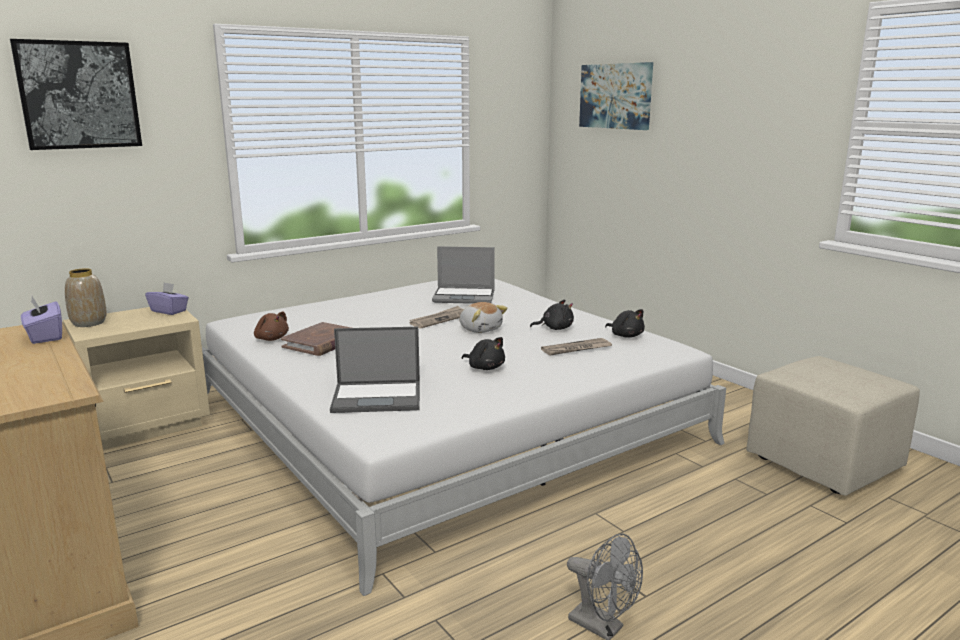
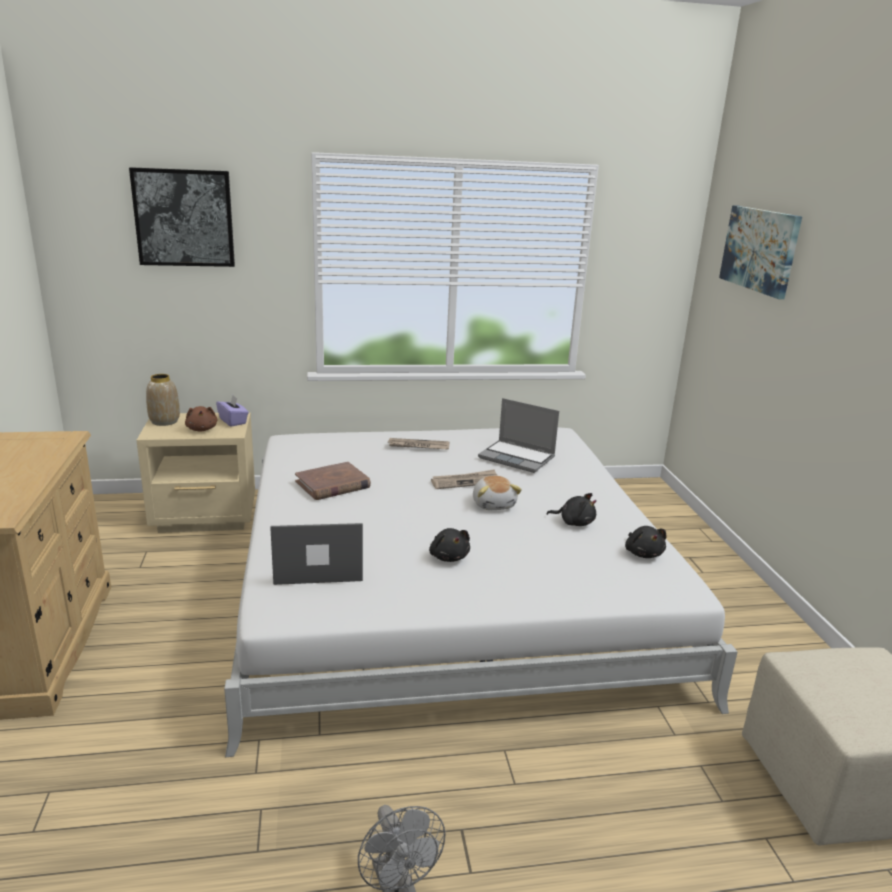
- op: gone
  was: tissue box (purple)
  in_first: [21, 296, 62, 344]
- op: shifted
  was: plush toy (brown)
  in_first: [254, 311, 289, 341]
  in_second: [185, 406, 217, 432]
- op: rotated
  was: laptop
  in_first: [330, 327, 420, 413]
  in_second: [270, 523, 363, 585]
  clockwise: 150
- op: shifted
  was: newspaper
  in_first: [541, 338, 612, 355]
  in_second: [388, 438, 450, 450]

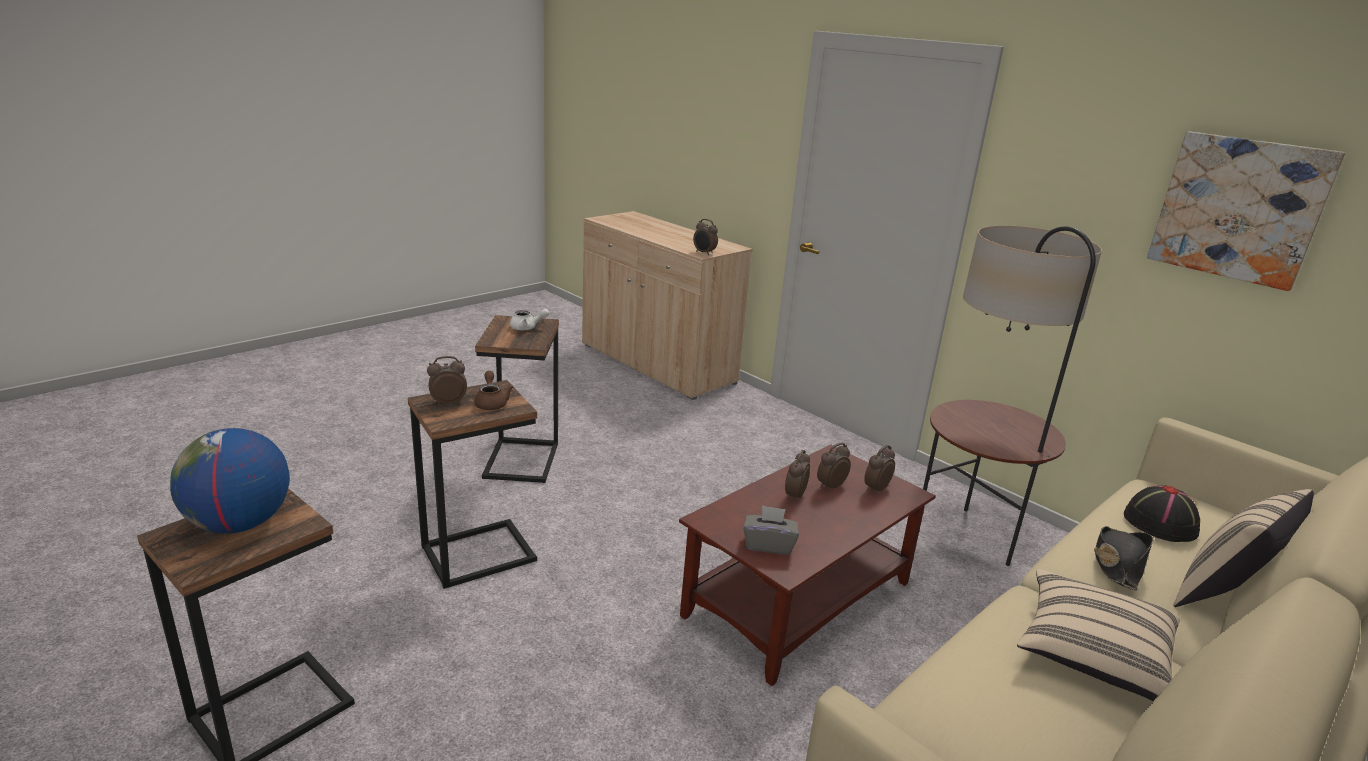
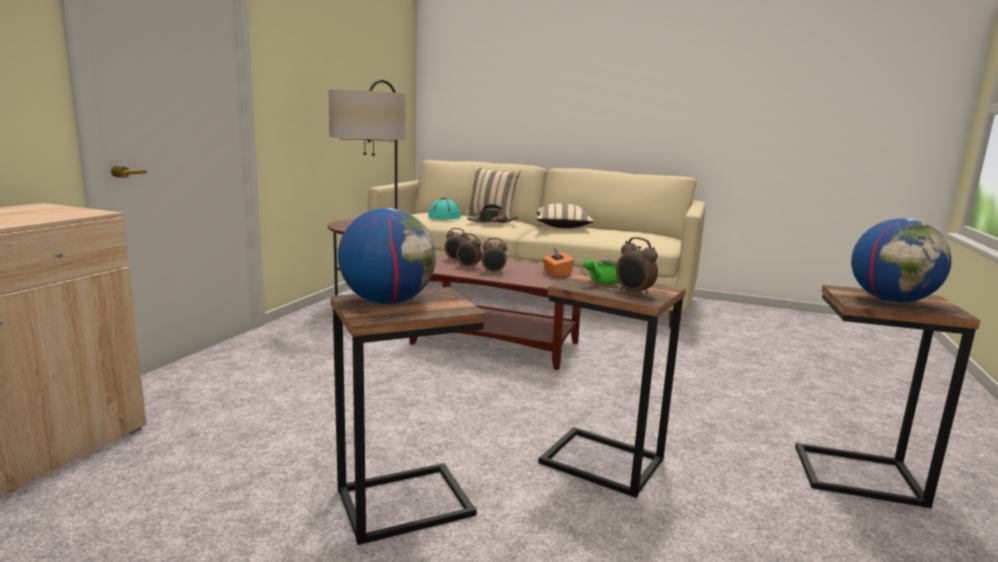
- op: gone
  was: picture
  in_first: [1147, 132, 1345, 291]
- op: gone
  was: alarm clock
  in_first: [693, 219, 718, 255]
- op: swapped
  was: teapot (white)
  now: globe
  in_first: [510, 309, 549, 330]
  in_second: [338, 208, 436, 305]
- op: repainted
  was: teapot (brown)
  now: teapot (green)
  in_first: [474, 371, 514, 410]
  in_second: [584, 258, 619, 284]
- op: repainted
  was: hat (black)
  now: hat (turquoise)
  in_first: [1124, 486, 1200, 542]
  in_second: [428, 198, 461, 219]
- op: repainted
  was: tissue box (grey)
  now: tissue box (orange)
  in_first: [743, 505, 799, 555]
  in_second: [542, 248, 574, 277]

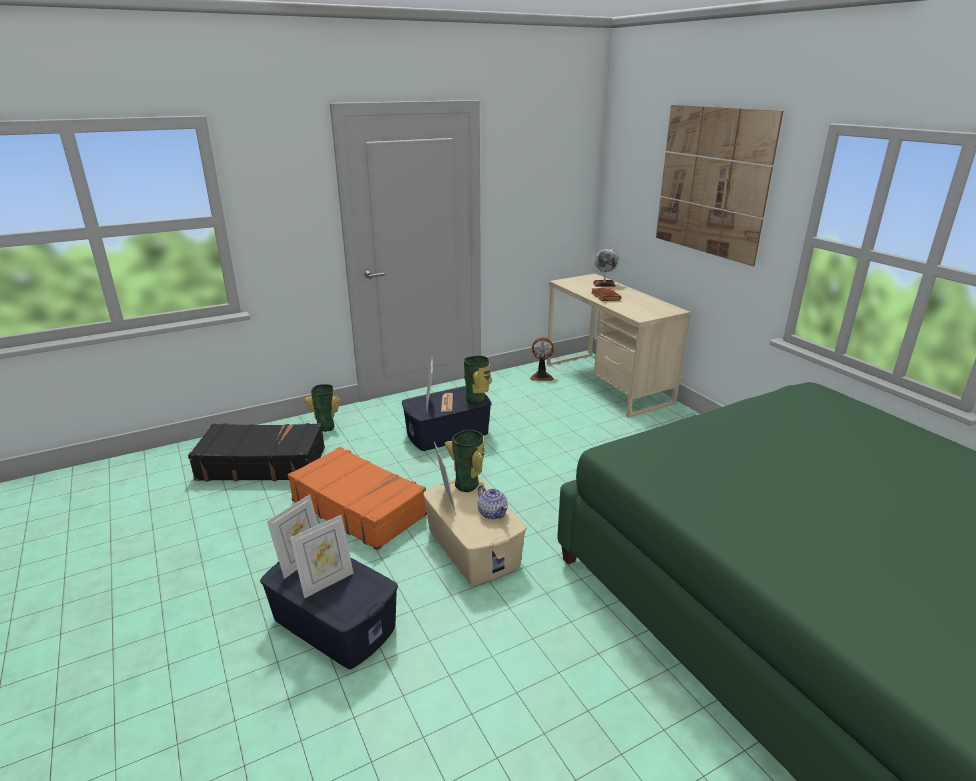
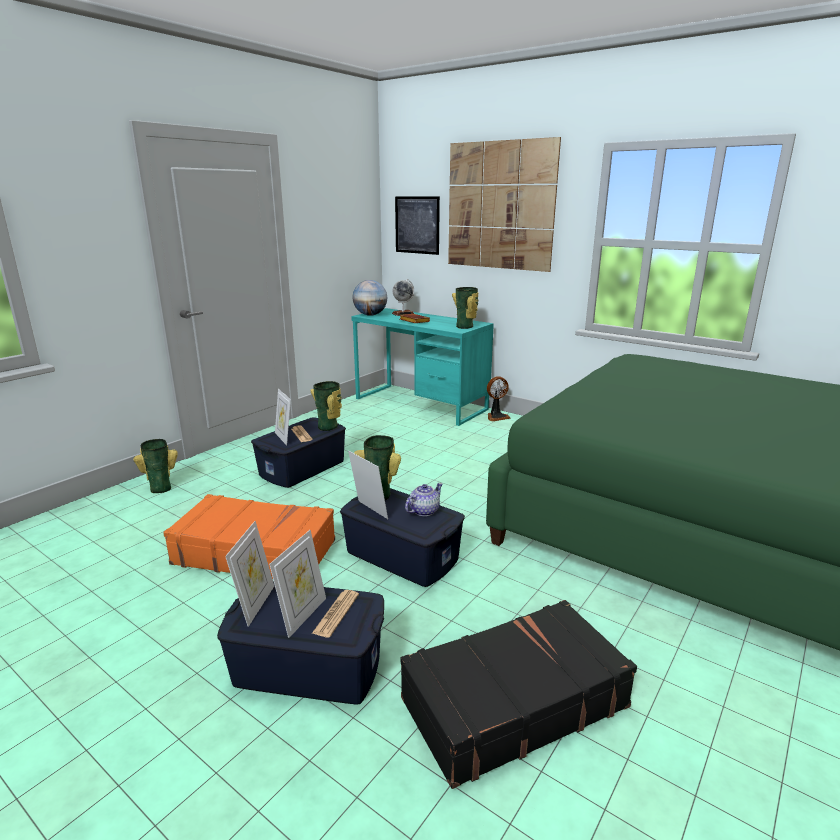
- op: repainted
  was: desk (beige)
  now: desk (turquoise)
  in_first: [547, 274, 690, 418]
  in_second: [351, 308, 494, 426]
- op: shifted
  was: fan
  in_first: [530, 337, 554, 381]
  in_second: [487, 376, 511, 421]
- op: shifted
  was: suitcase (black)
  in_first: [188, 423, 325, 482]
  in_second: [401, 600, 637, 789]
- op: repainted
  was: storage box (beige)
  now: storage box (blue)
  in_first: [423, 477, 527, 585]
  in_second: [340, 488, 465, 587]
- op: rotated
  was: teapot
  in_first: [478, 485, 508, 519]
  in_second: [405, 483, 443, 516]
  clockwise: -75
- op: new
  now: picture
  in_second: [395, 196, 440, 255]
- op: new
  now: globe
  in_second: [352, 280, 387, 316]
- op: new
  now: vase
  in_second: [452, 287, 479, 329]
- op: new
  now: newspaper
  in_second: [312, 590, 359, 638]

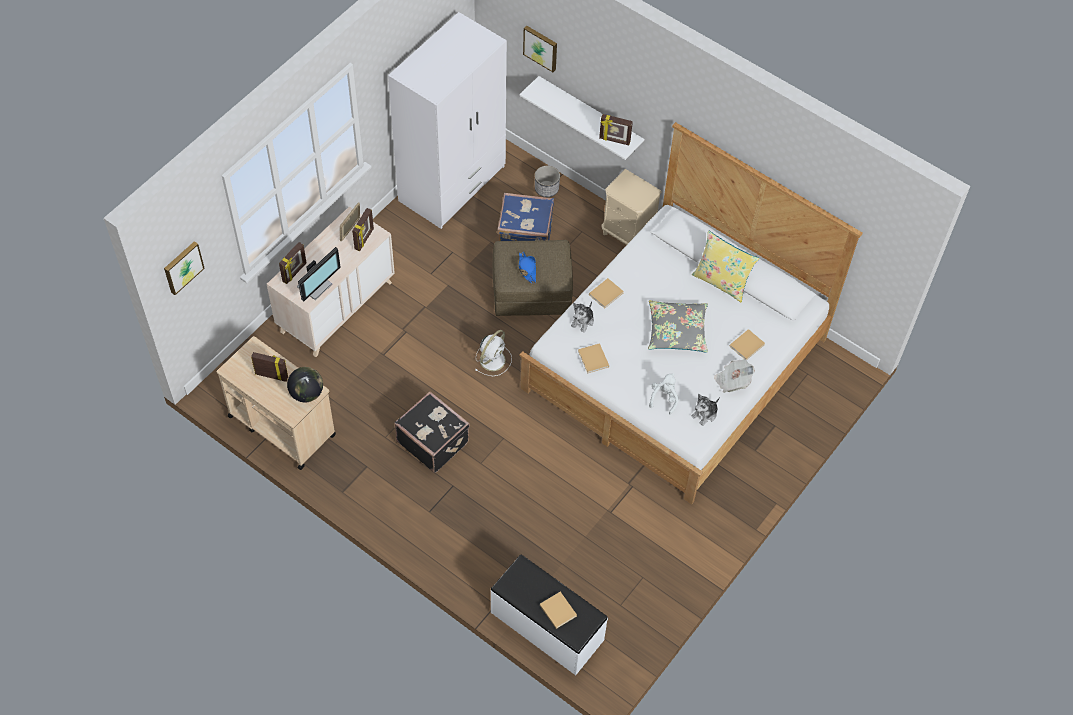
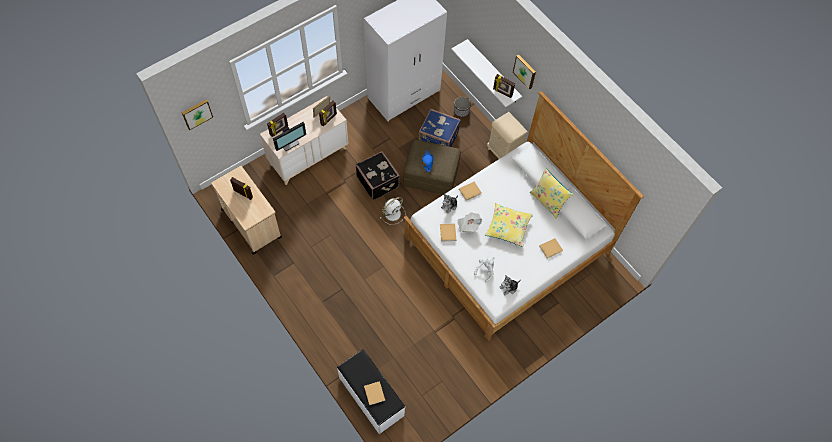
- op: shifted
  was: picture
  in_first: [523, 26, 557, 72]
  in_second: [513, 54, 536, 90]
- op: repainted
  was: pillow (grey)
  now: pillow (yellow)
  in_first: [648, 301, 708, 353]
  in_second: [485, 203, 533, 247]
- op: shifted
  was: newspaper
  in_first: [714, 359, 755, 393]
  in_second: [457, 213, 482, 232]
- op: gone
  was: globe
  in_first: [287, 367, 323, 402]
- op: shifted
  was: suitcase (black)
  in_first: [394, 391, 470, 473]
  in_second: [356, 151, 400, 200]

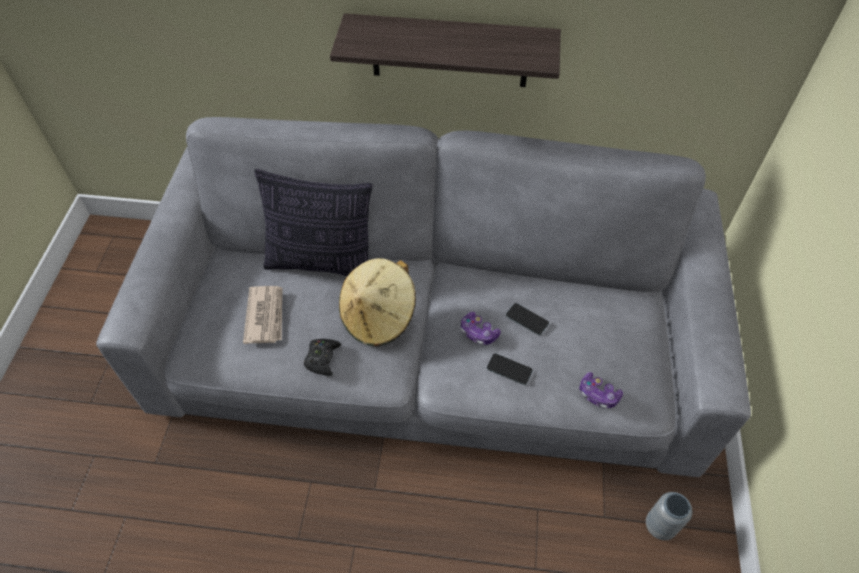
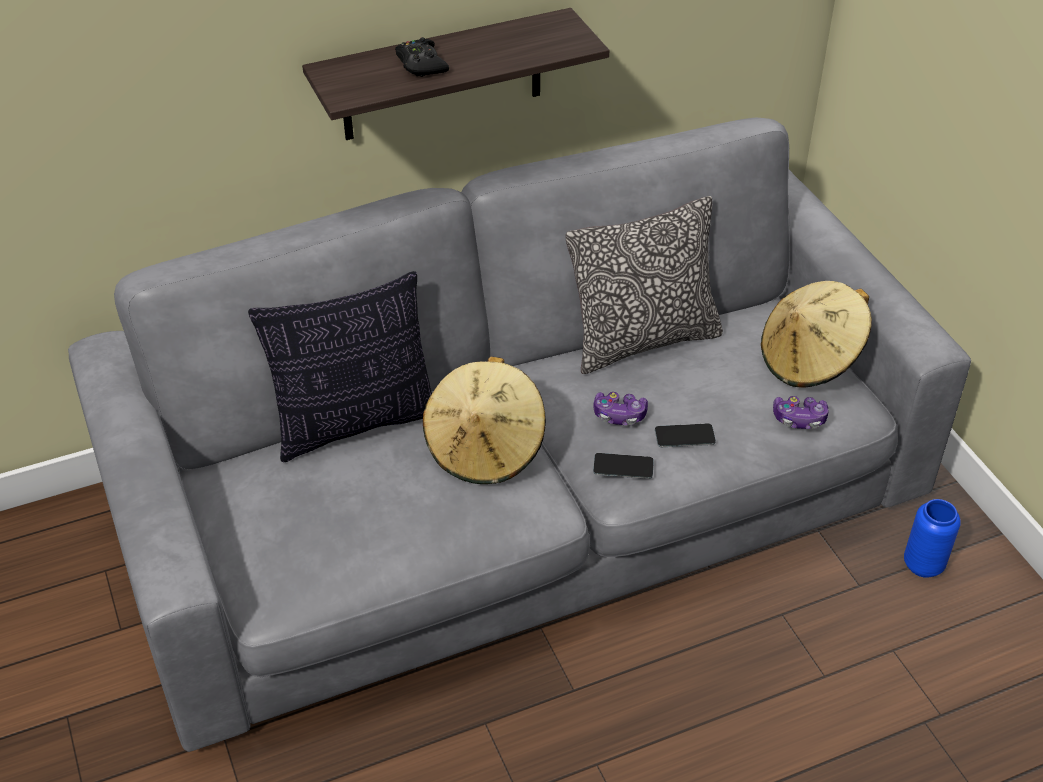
- op: gone
  was: newspaper
  in_first: [243, 286, 283, 344]
- op: shifted
  was: phone
  in_first: [506, 303, 549, 335]
  in_second: [593, 453, 654, 479]
- op: shifted
  was: game controller (black)
  in_first: [304, 339, 341, 376]
  in_second: [395, 37, 449, 77]
- op: repainted
  was: vase (grey)
  now: vase (blue)
  in_first: [646, 492, 692, 540]
  in_second: [904, 499, 961, 578]
- op: new
  now: pillow
  in_second: [566, 196, 723, 374]
- op: new
  now: hat (beige)
  in_second: [761, 281, 872, 388]

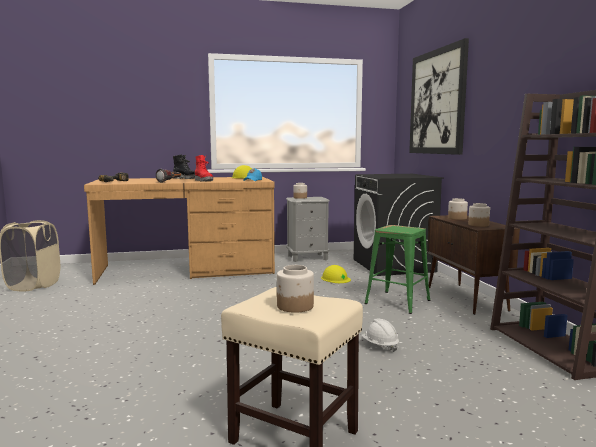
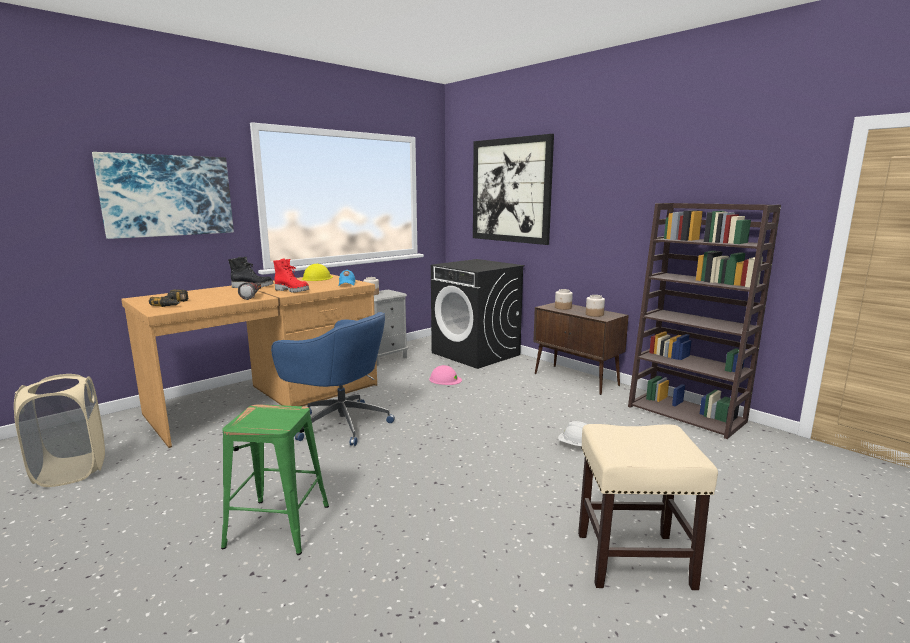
- op: shifted
  was: stool (green)
  in_first: [365, 225, 430, 314]
  in_second: [221, 404, 329, 555]
- op: gone
  was: jar
  in_first: [277, 265, 314, 313]
- op: repainted
  was: hard hat (yellow)
  now: hard hat (pink)
  in_first: [321, 265, 351, 283]
  in_second: [429, 365, 462, 385]
- op: new
  now: picture
  in_second: [92, 152, 234, 239]
- op: new
  now: office chair (blue)
  in_second: [271, 312, 395, 446]

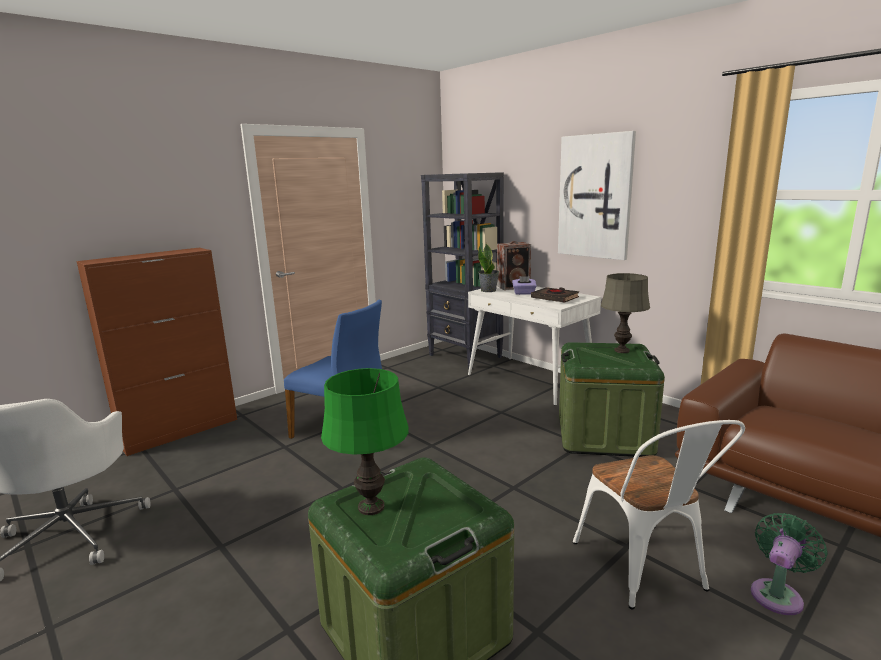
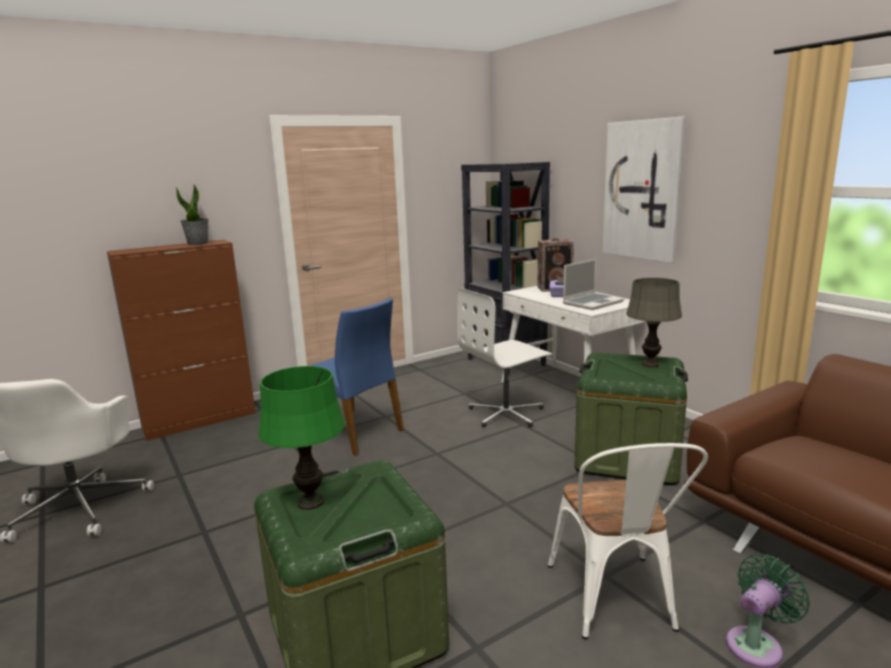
- op: shifted
  was: potted plant
  in_first: [478, 243, 499, 292]
  in_second: [176, 184, 209, 245]
- op: swapped
  was: book (black)
  now: laptop
  in_first: [531, 287, 579, 303]
  in_second: [563, 259, 624, 310]
- op: new
  now: office chair (white)
  in_second: [457, 288, 552, 427]

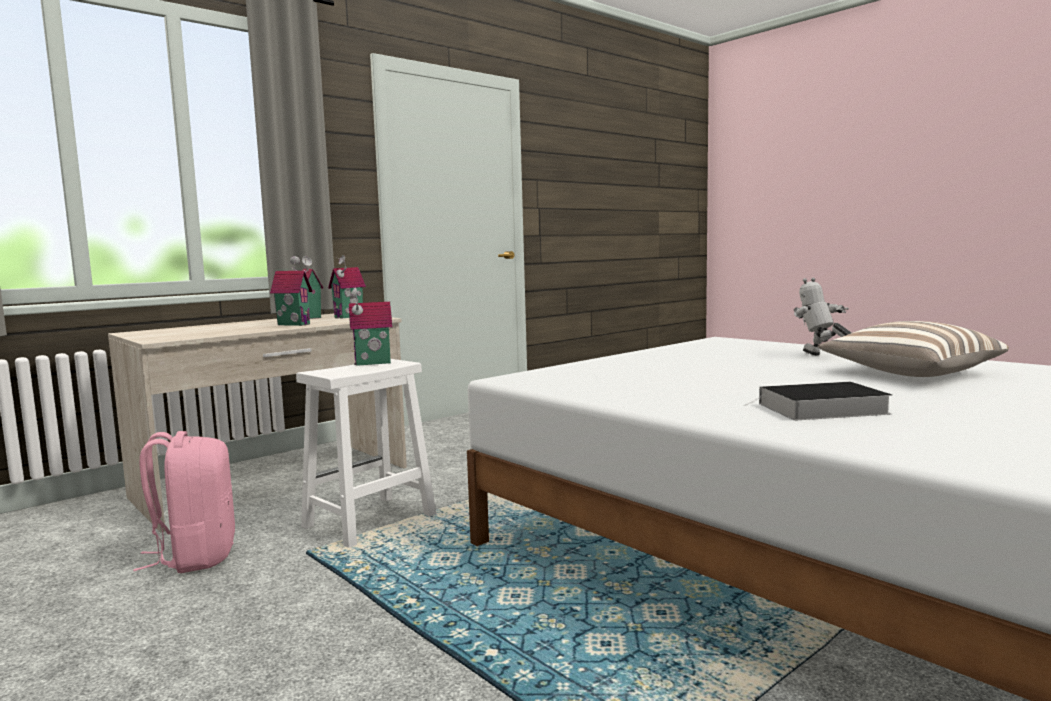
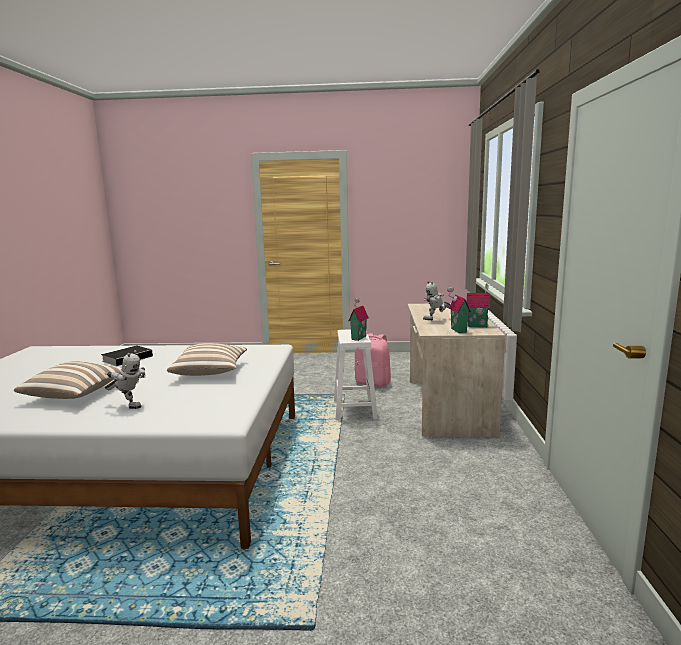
- op: swapped
  was: toy house
  now: toy robot
  in_first: [270, 256, 313, 326]
  in_second: [423, 281, 450, 320]
- op: new
  now: pillow
  in_second: [167, 343, 247, 376]

